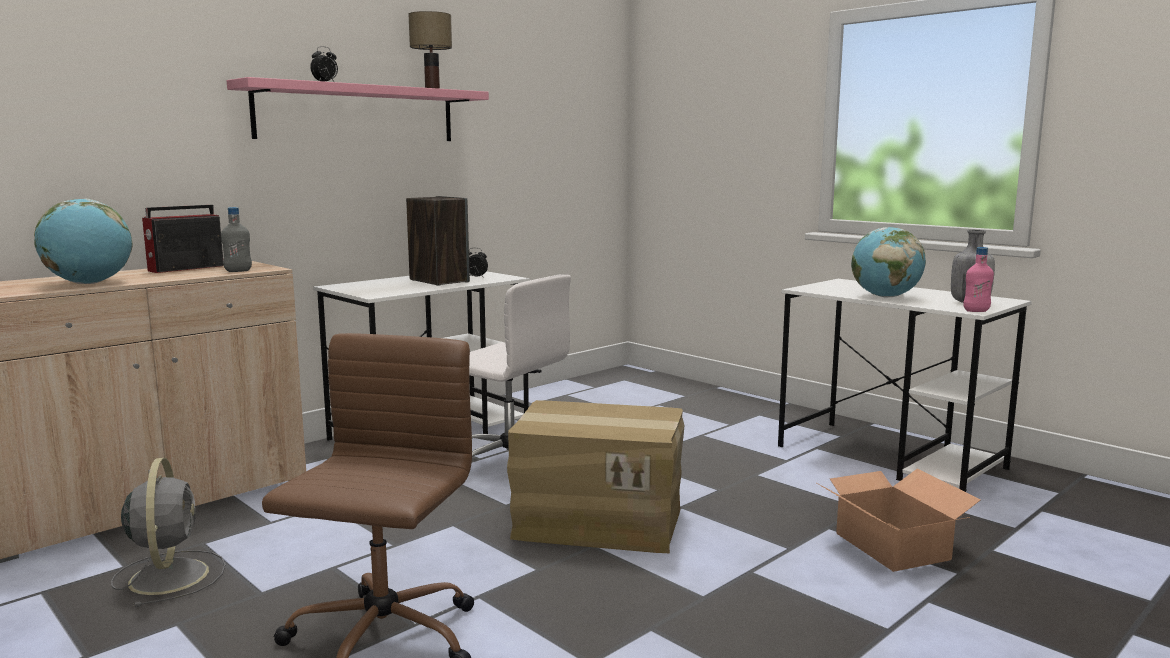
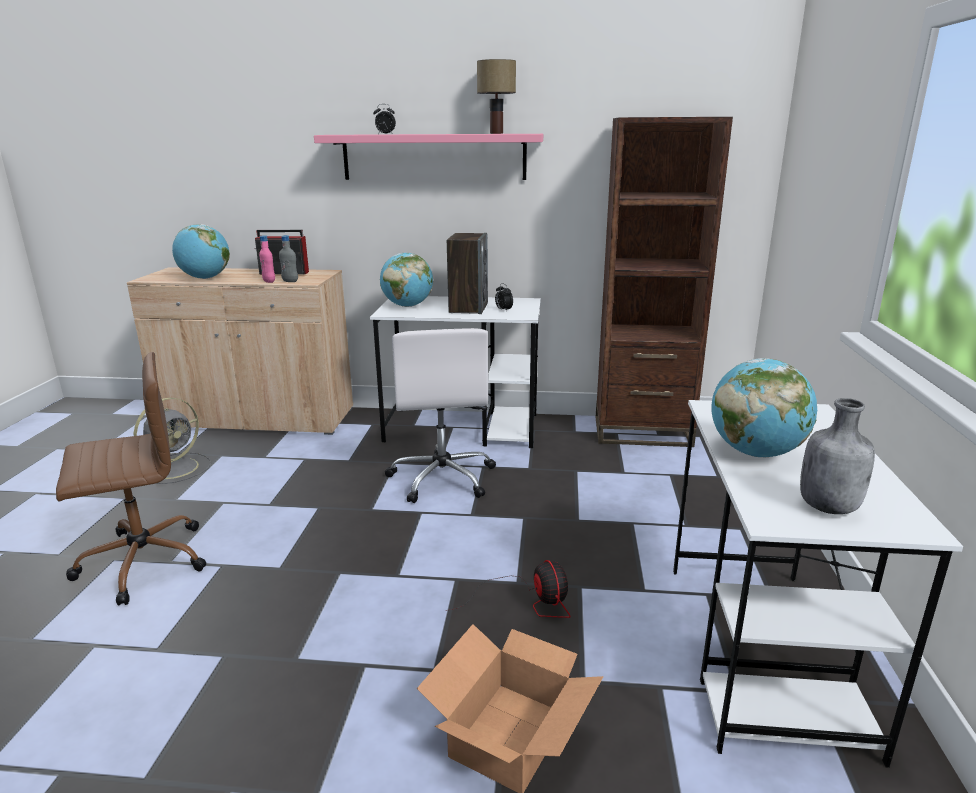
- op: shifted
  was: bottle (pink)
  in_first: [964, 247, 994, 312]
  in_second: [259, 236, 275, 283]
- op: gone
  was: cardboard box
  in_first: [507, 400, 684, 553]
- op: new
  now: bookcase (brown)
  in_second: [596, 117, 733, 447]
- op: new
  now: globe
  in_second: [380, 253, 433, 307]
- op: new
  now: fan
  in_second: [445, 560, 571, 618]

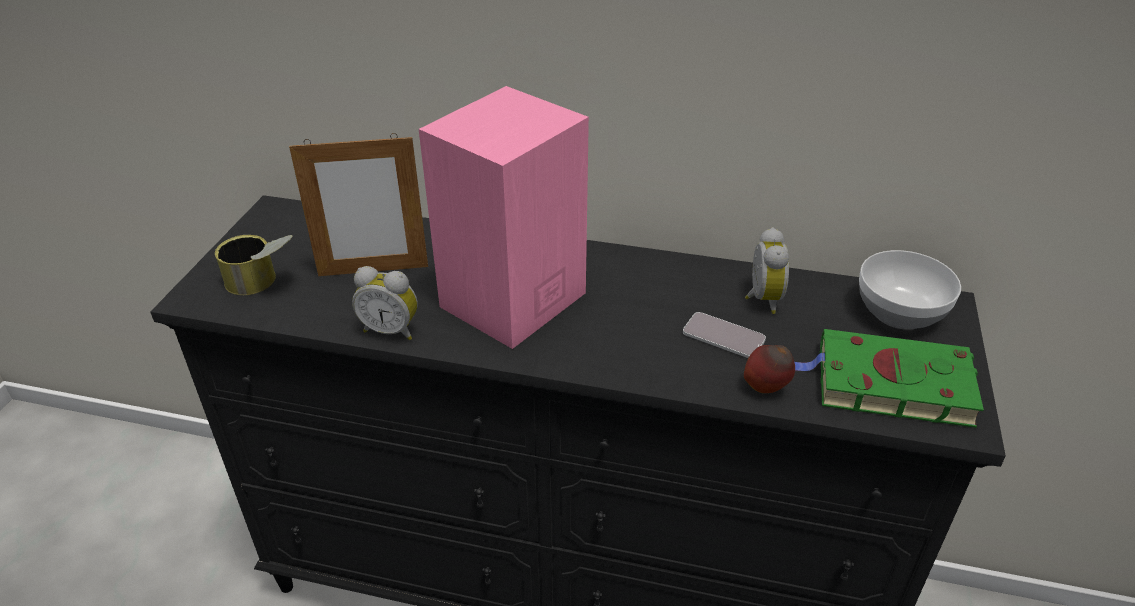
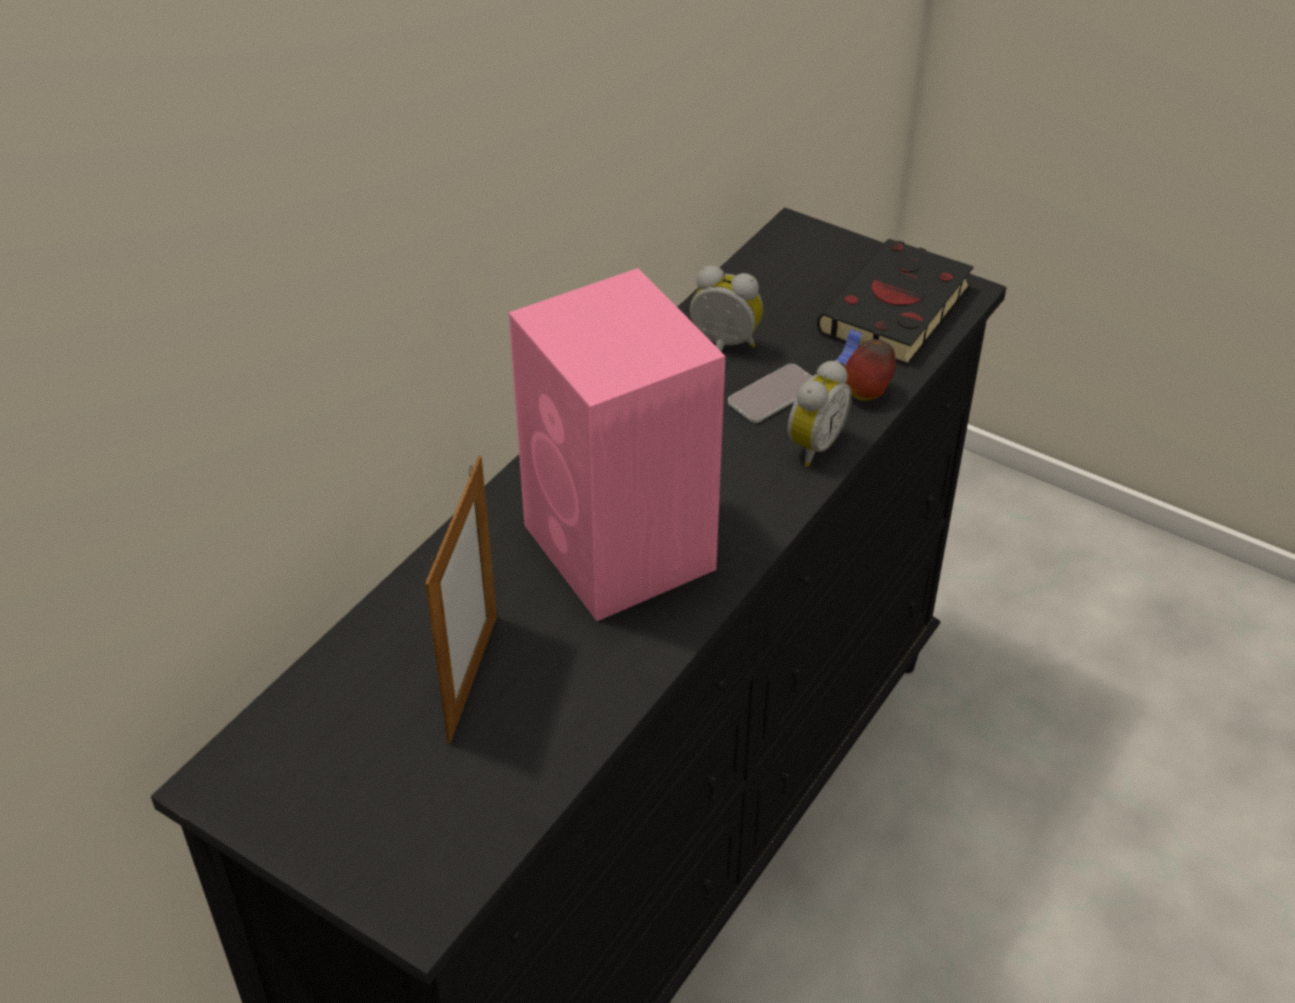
- op: gone
  was: can
  in_first: [215, 235, 292, 295]
- op: gone
  was: bowl
  in_first: [859, 250, 961, 330]
- op: shifted
  was: alarm clock
  in_first: [352, 266, 418, 340]
  in_second: [788, 360, 852, 467]
- op: repainted
  was: book (green)
  now: book (black)
  in_first: [794, 329, 984, 428]
  in_second: [817, 239, 974, 365]

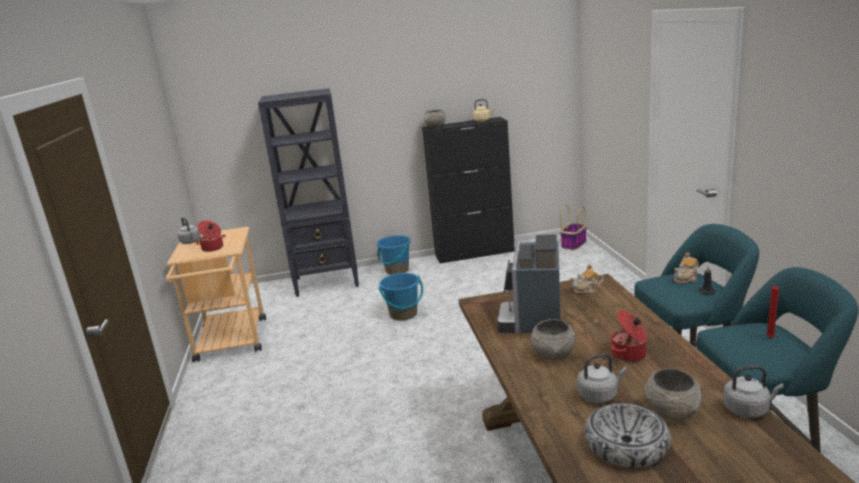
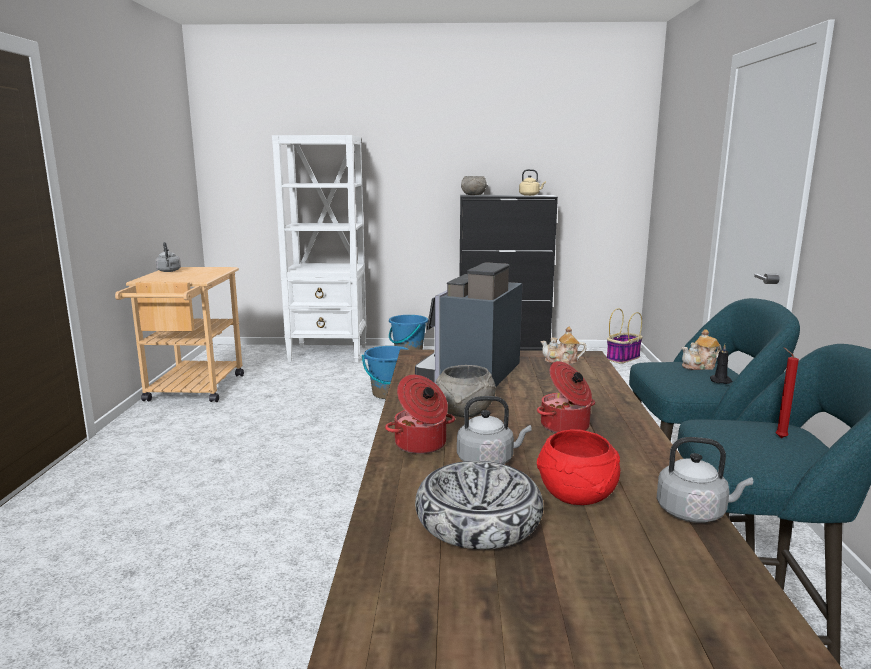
- op: repainted
  was: bookcase (black)
  now: bookcase (white)
  in_first: [258, 88, 359, 297]
  in_second: [272, 135, 366, 362]
- op: shifted
  was: cooking pot
  in_first: [196, 220, 226, 252]
  in_second: [385, 375, 455, 454]
- op: repainted
  was: bowl (grey)
  now: bowl (red)
  in_first: [645, 368, 702, 420]
  in_second: [537, 429, 620, 505]

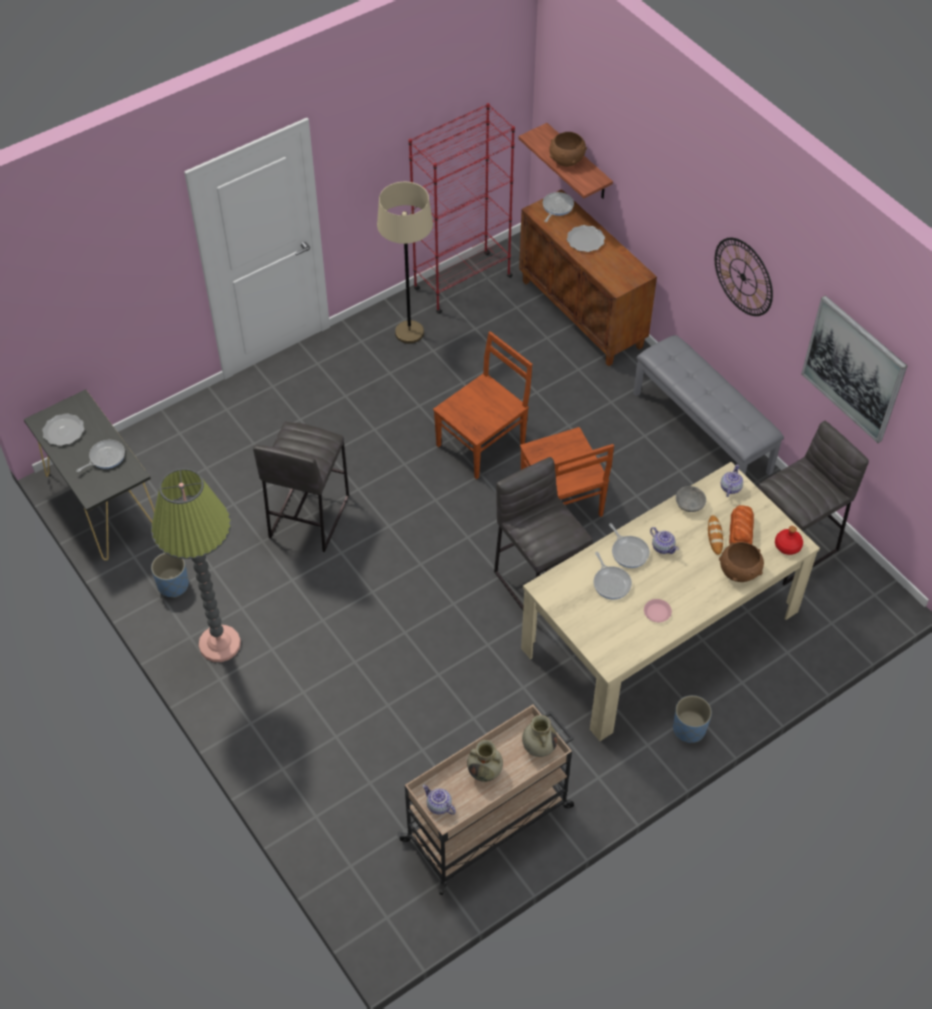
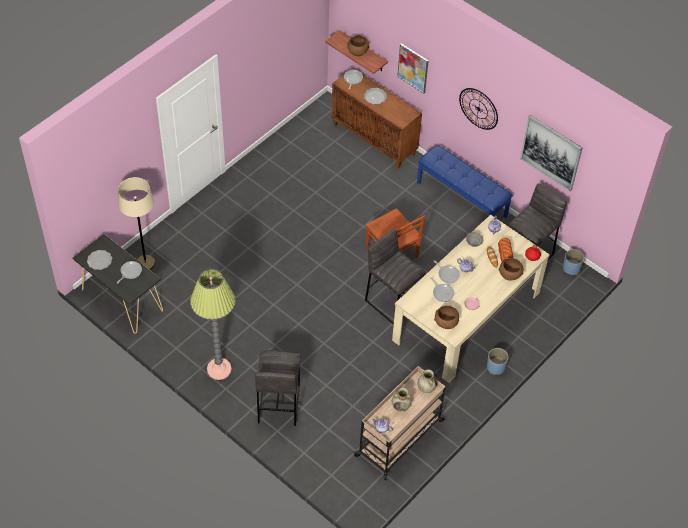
- op: gone
  was: bookcase (red)
  in_first: [409, 103, 515, 314]
- op: shifted
  was: floor lamp (beige)
  in_first: [377, 182, 433, 344]
  in_second: [118, 177, 155, 270]
- op: gone
  was: chair (brown)
  in_first: [433, 331, 532, 479]
- op: repainted
  was: bench (grey)
  now: bench (blue)
  in_first: [633, 335, 784, 475]
  in_second: [417, 145, 513, 218]
- op: shifted
  was: stool (grey)
  in_first: [253, 421, 349, 552]
  in_second: [255, 350, 300, 426]
- op: shifted
  was: planter (blue)
  in_first: [151, 553, 189, 598]
  in_second: [563, 249, 584, 275]
- op: new
  now: picture
  in_second: [397, 43, 428, 94]
- op: new
  now: bowl (brown)
  in_second: [434, 306, 459, 329]

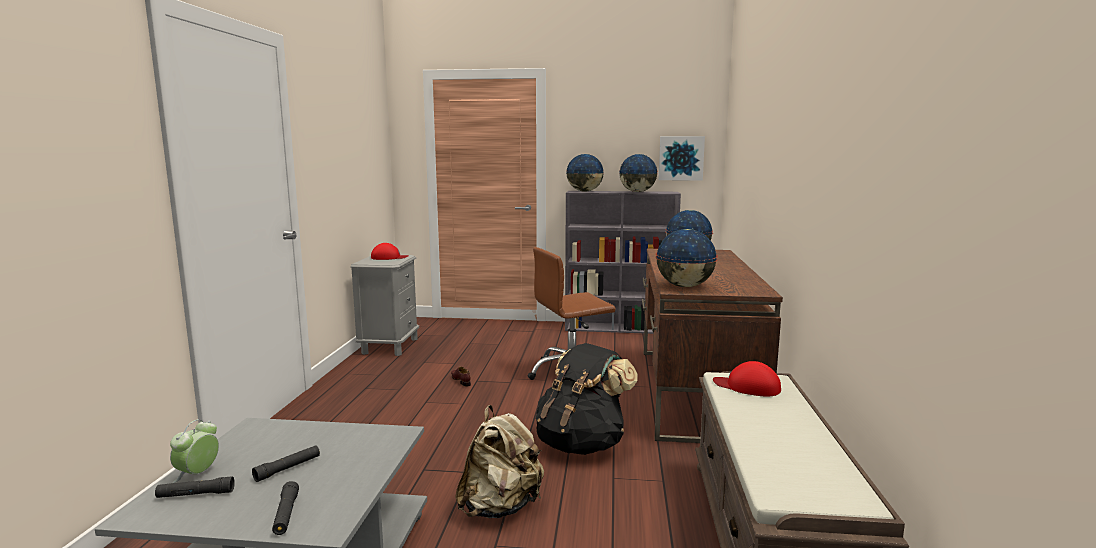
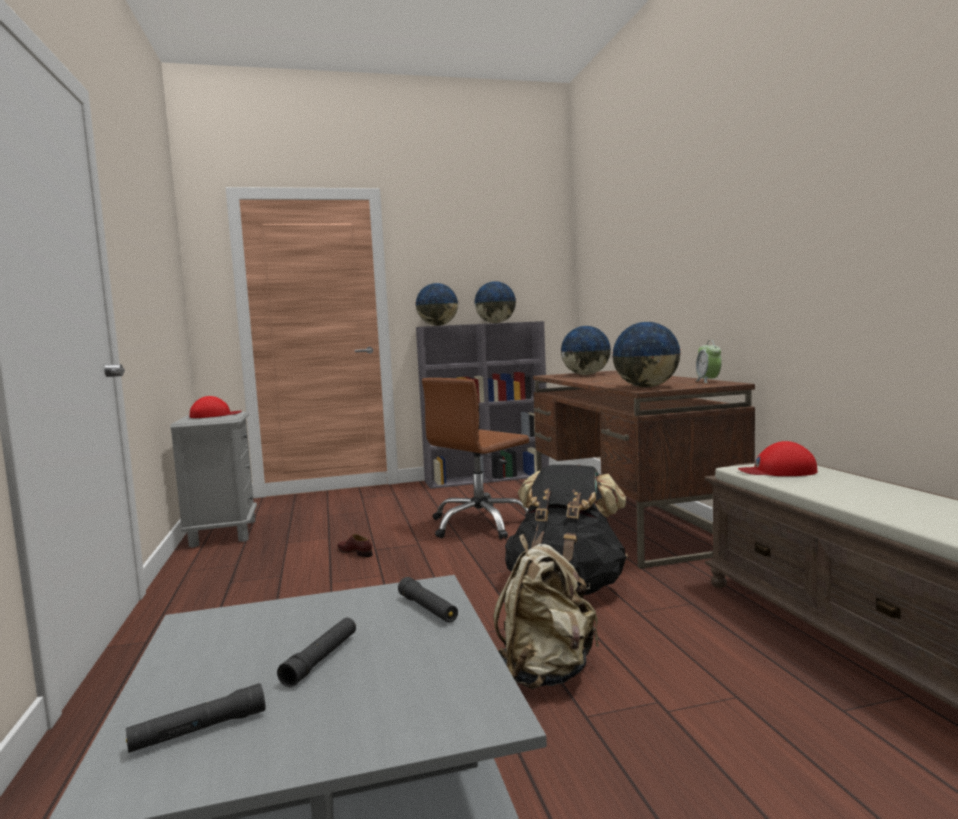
- op: gone
  was: picture
  in_first: [659, 136, 705, 181]
- op: shifted
  was: alarm clock
  in_first: [170, 419, 219, 483]
  in_second: [696, 340, 722, 383]
- op: shifted
  was: flashlight (black)
  in_first: [272, 481, 299, 535]
  in_second: [398, 577, 458, 623]

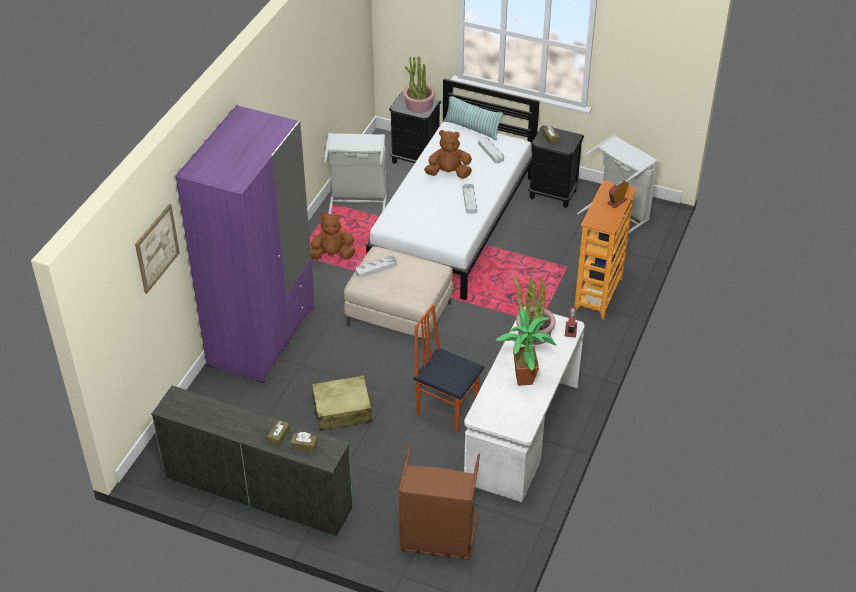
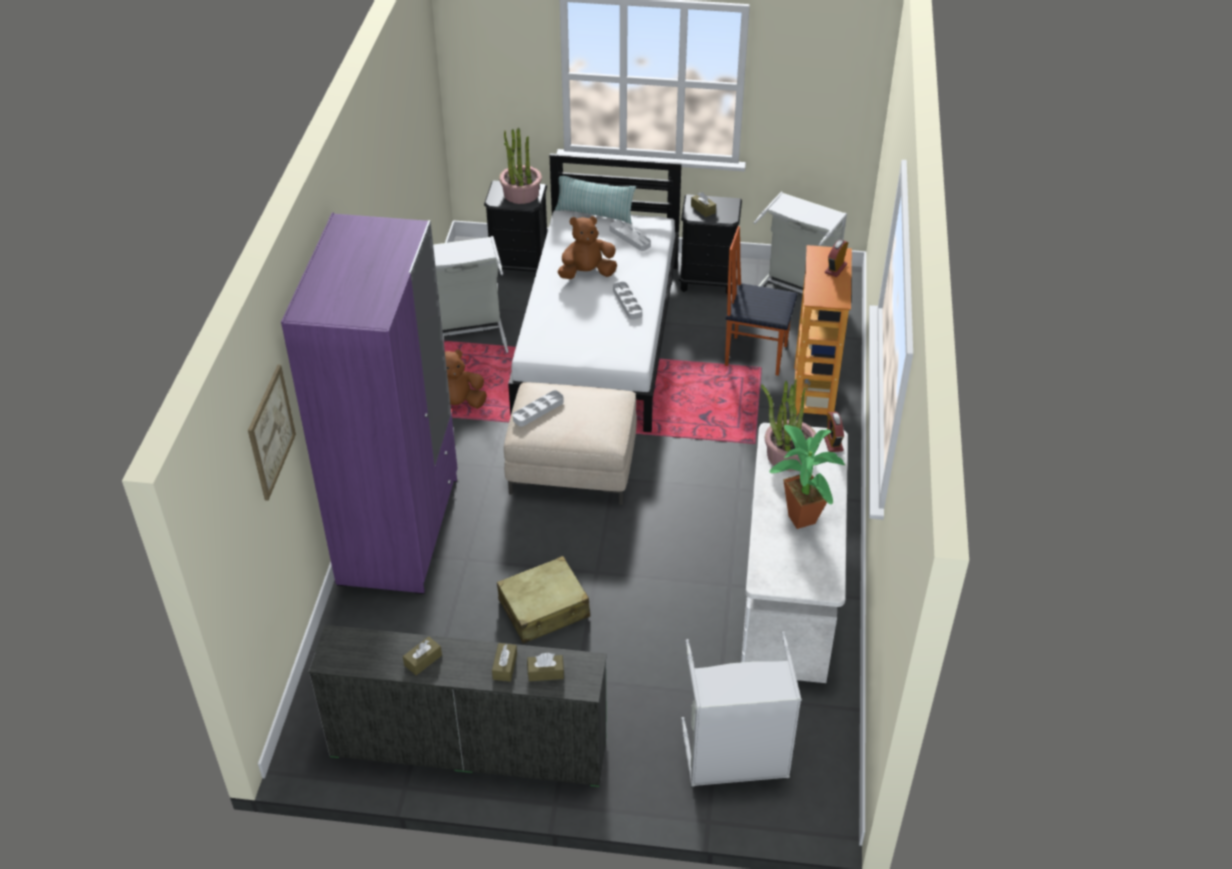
- op: shifted
  was: chair
  in_first: [413, 305, 484, 433]
  in_second: [725, 226, 798, 376]
- op: repainted
  was: laundry basket (brown)
  now: laundry basket (grey)
  in_first: [398, 445, 480, 560]
  in_second: [681, 631, 802, 786]
- op: new
  now: tissue box (brown)
  in_second: [403, 636, 442, 675]

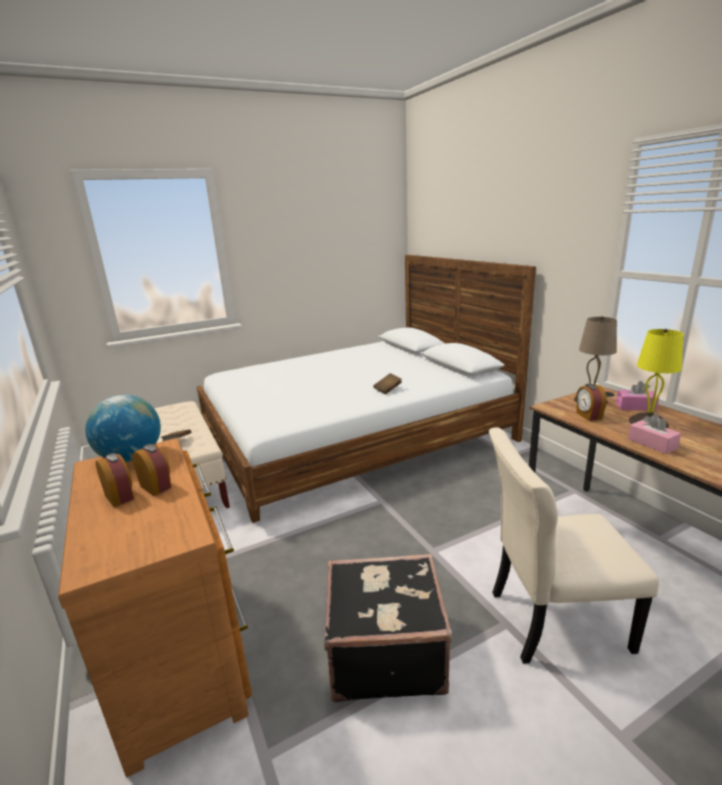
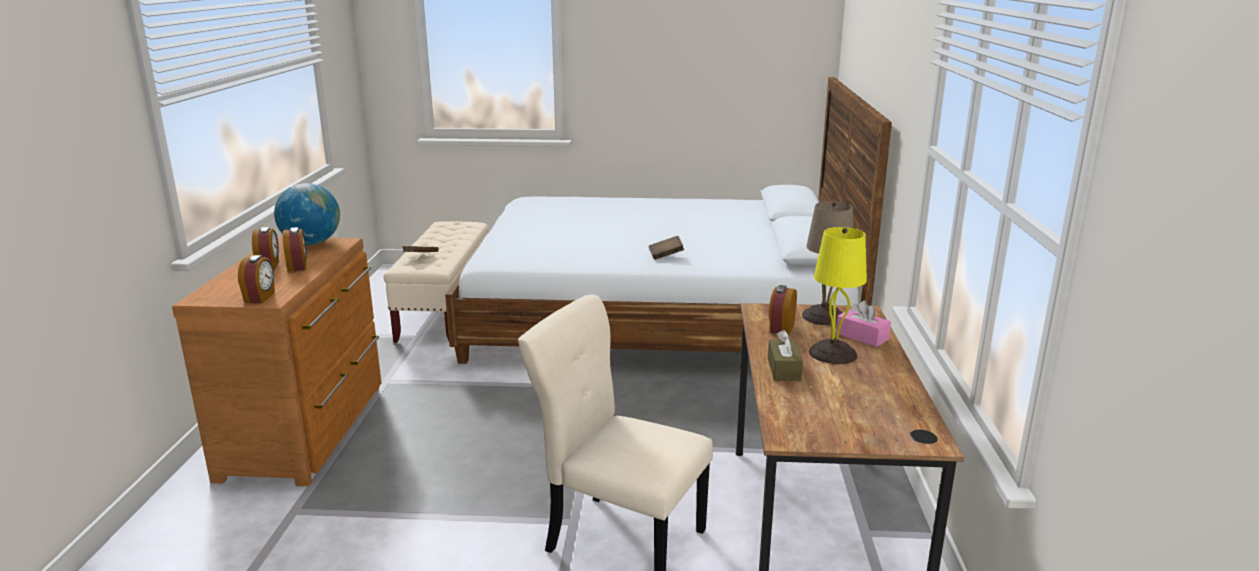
- op: repainted
  was: tissue box (pink)
  now: tissue box (brown)
  in_first: [628, 414, 681, 454]
  in_second: [768, 330, 803, 381]
- op: gone
  was: suitcase (black)
  in_first: [325, 554, 452, 702]
- op: new
  now: alarm clock
  in_second: [238, 255, 275, 304]

